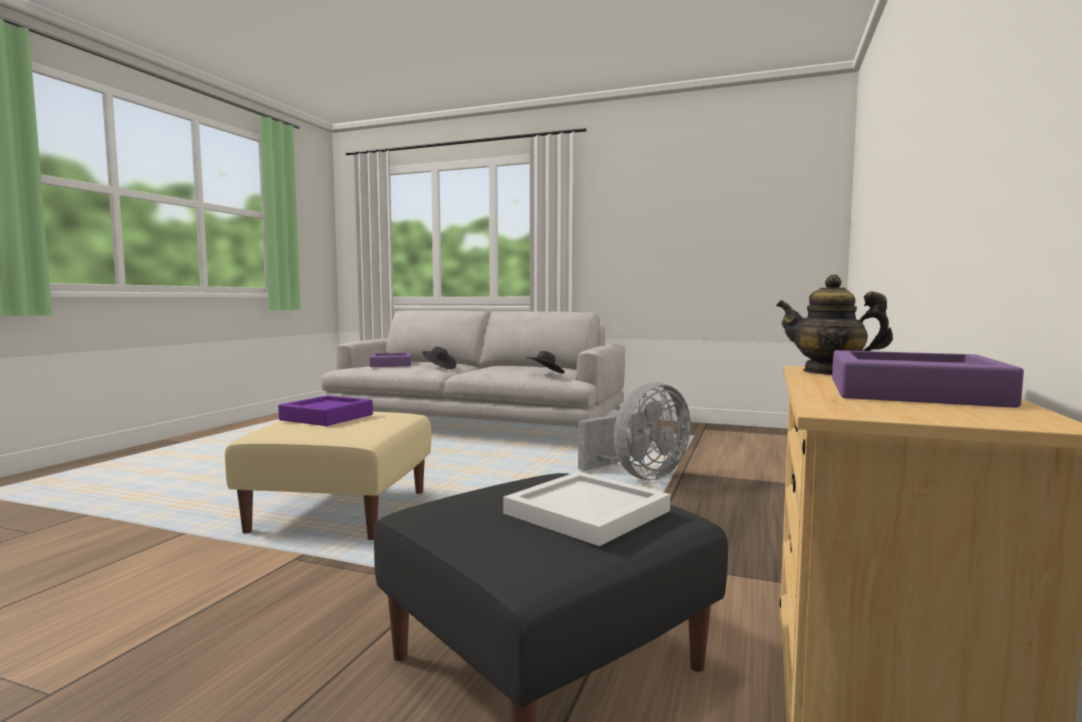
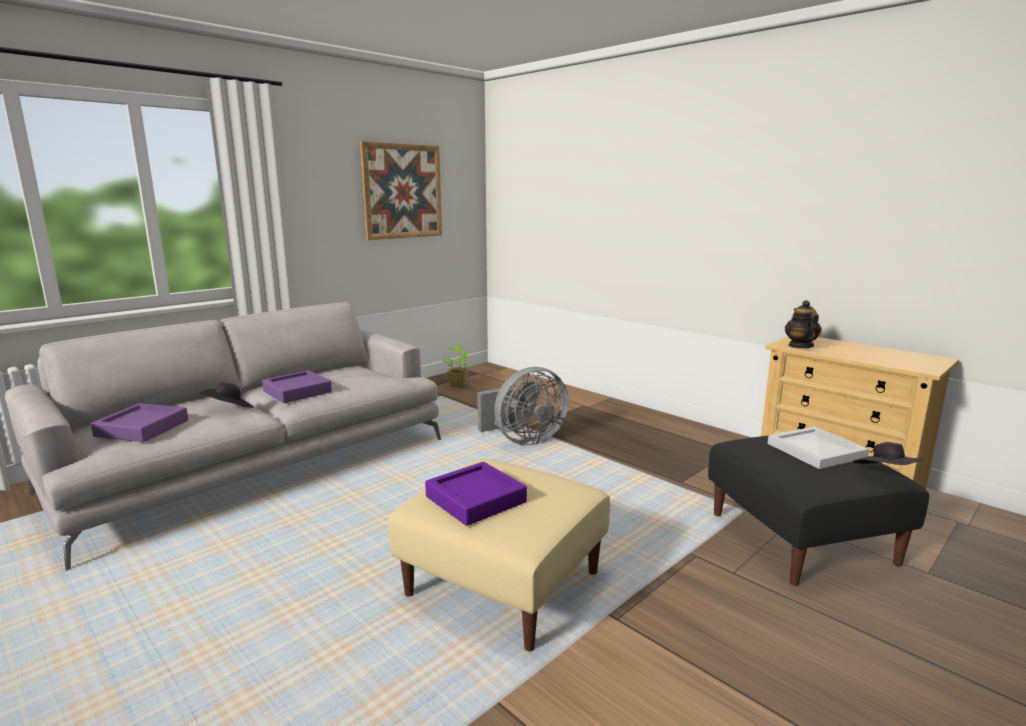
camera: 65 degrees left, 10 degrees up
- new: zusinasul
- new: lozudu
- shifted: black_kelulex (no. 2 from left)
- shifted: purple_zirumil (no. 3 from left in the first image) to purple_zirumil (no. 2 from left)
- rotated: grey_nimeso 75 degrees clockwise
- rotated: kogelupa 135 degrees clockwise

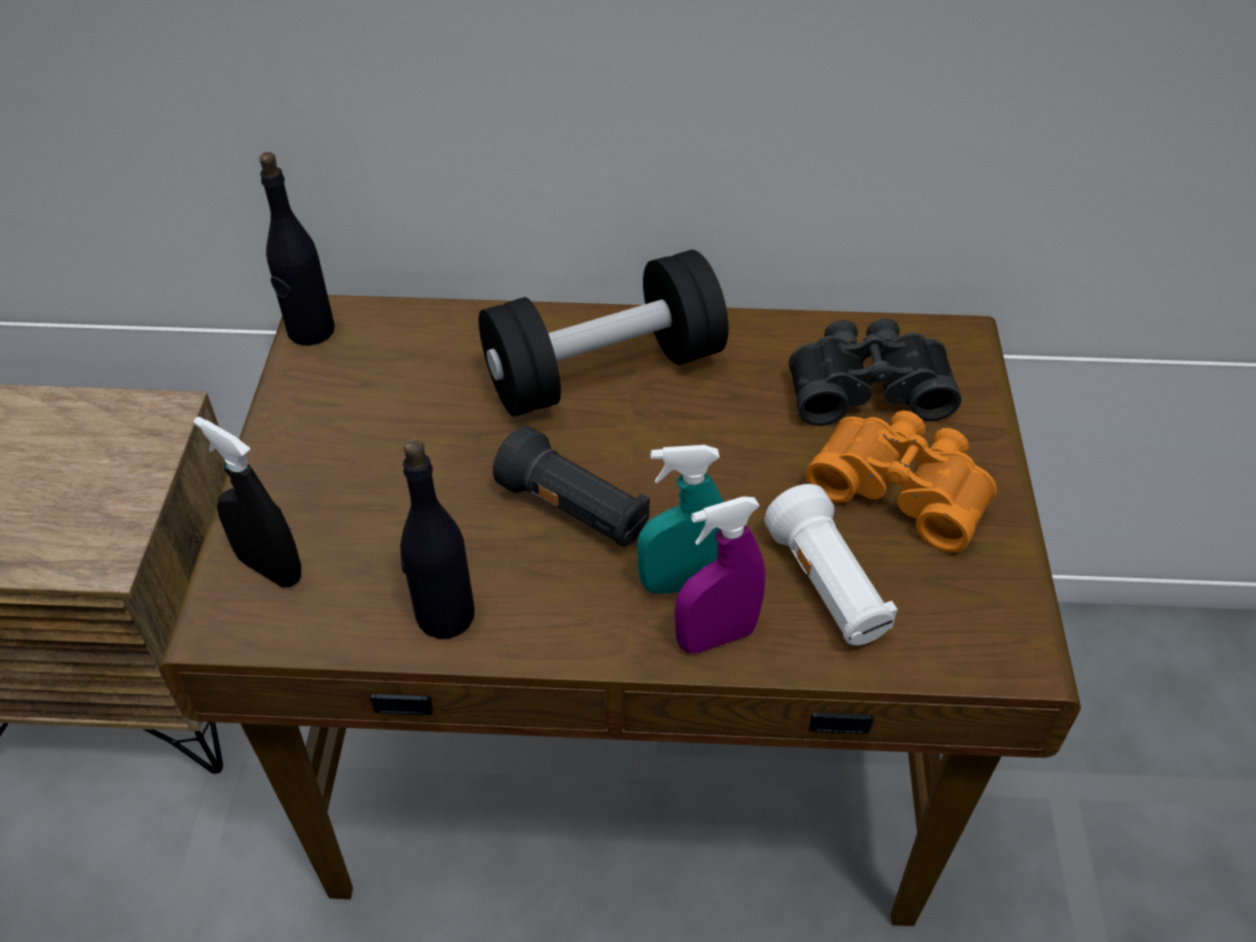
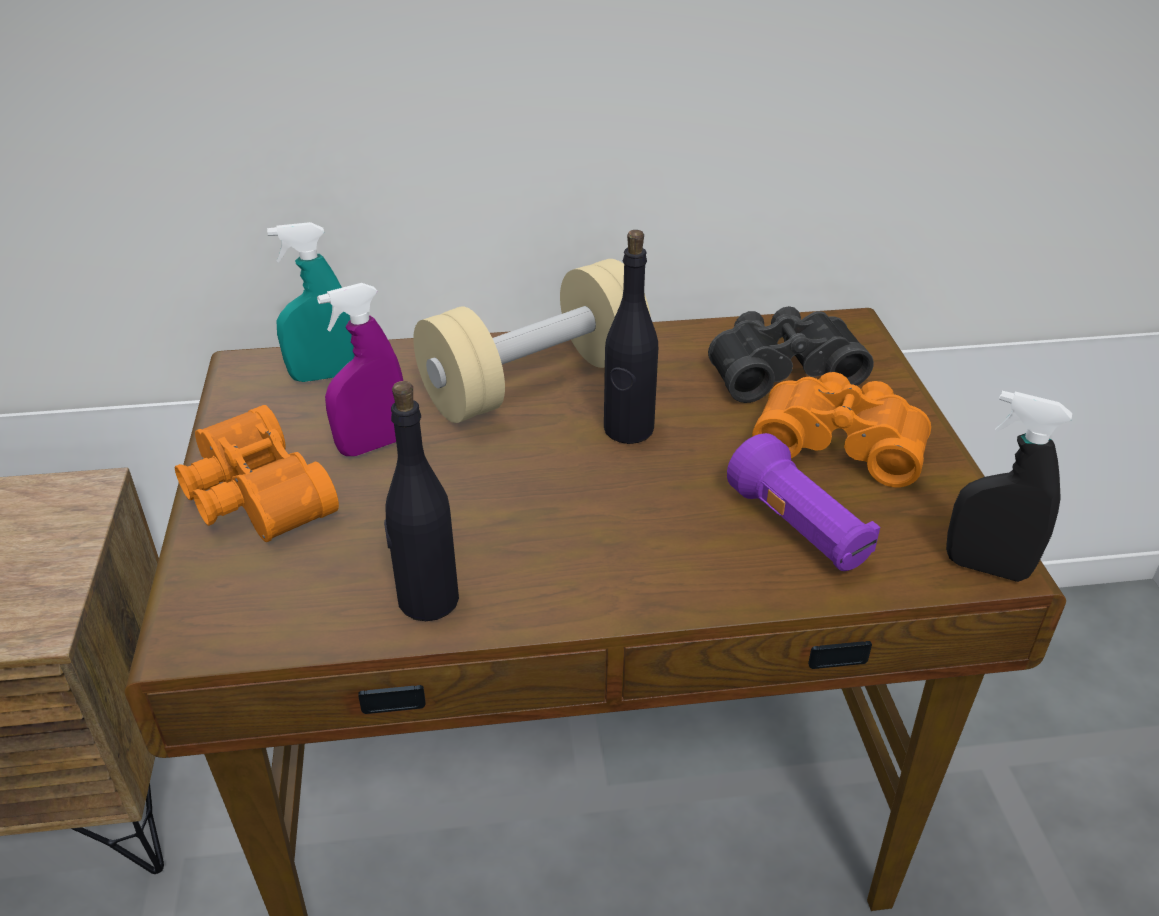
camera: 10 degrees left, 10 degrees down
- gone: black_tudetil
- new: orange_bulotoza (no. 1 from left)
- shifted: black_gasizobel
- shifted: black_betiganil (no. 1 from left in the first image) to black_betiganil (no. 2 from left)
- shifted: turquoise_gasizobel
- shifted: purple_gasizobel
- repainted: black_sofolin to beige_sofolin
- repainted: white_tudetil to purple_tudetil

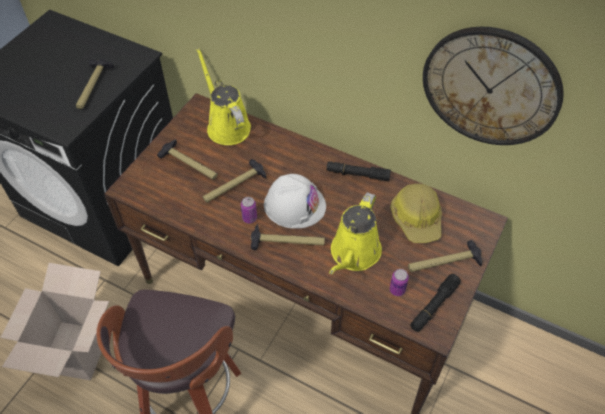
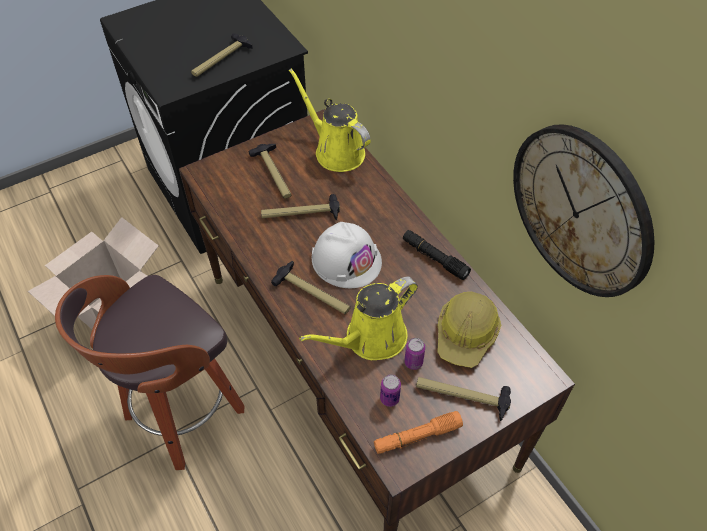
camera: 30 degrees right, 0 degrees up
- shifted: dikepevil (no. 1 from left in the first image) to dikepevil (no. 2 from left)
- repainted: black_tudetil (no. 2 from left) to orange_tudetil
- rotated: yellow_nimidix (no. 1 from left) 45 degrees counterclockwise

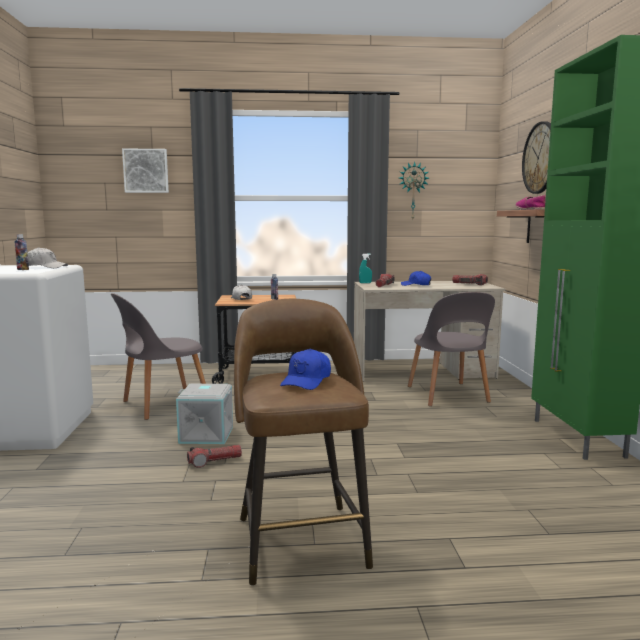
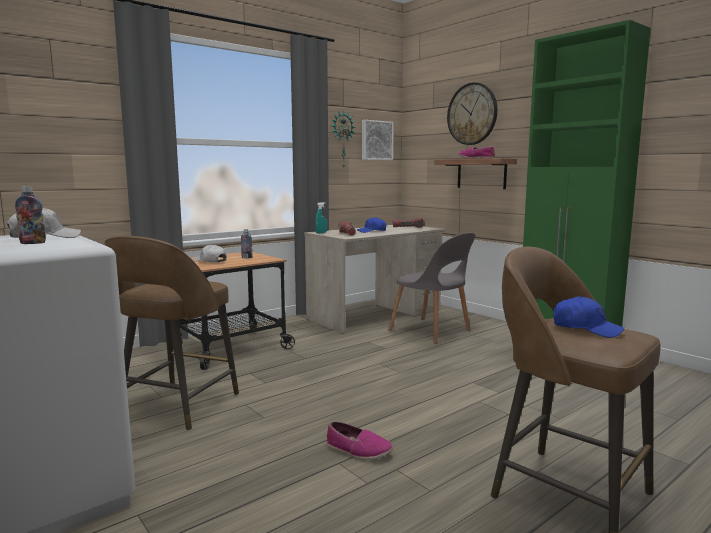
camera: 35 degrees left, 0 degrees up
- gone: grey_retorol
- shifted: zusinasul
- swapped: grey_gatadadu (no. 1 from left) to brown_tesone (no. 1 from left)
- swapped: tudetil (no. 1 from left) to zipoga (no. 1 from left)
- rotated: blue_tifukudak (no. 1 from left in the first image) 45 degrees counterclockwise

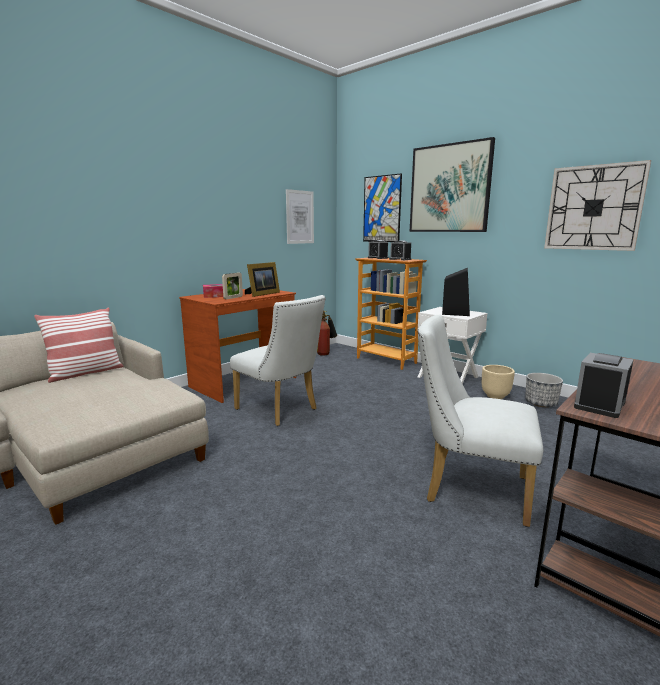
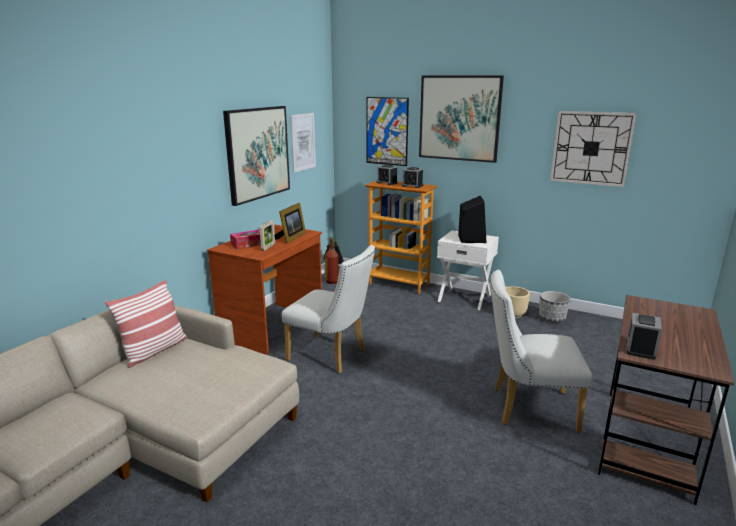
camera: 15 degrees left, 5 degrees up
- new: zusinasul (no. 1 from left)

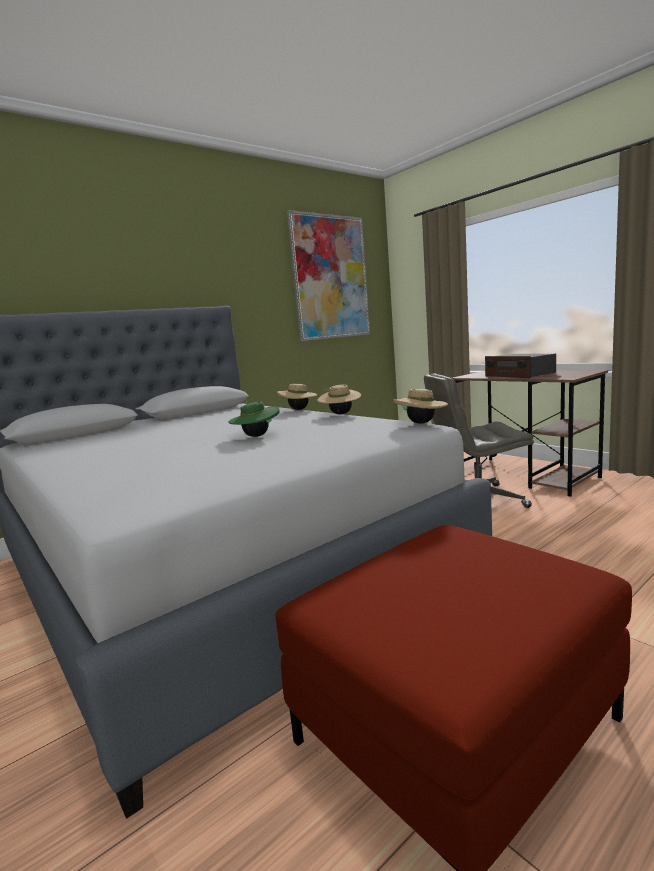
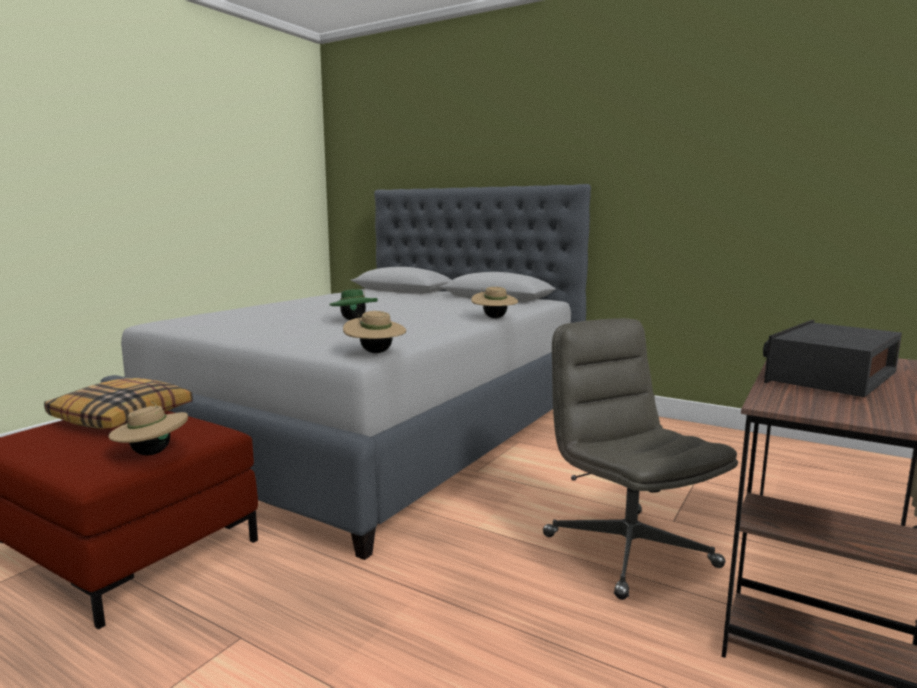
camera: 70 degrees right, 0 degrees up
- gone: zusinasul
- new: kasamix
- shifted: beige_kelulex (no. 2 from left in the first image) to beige_kelulex (no. 1 from left)

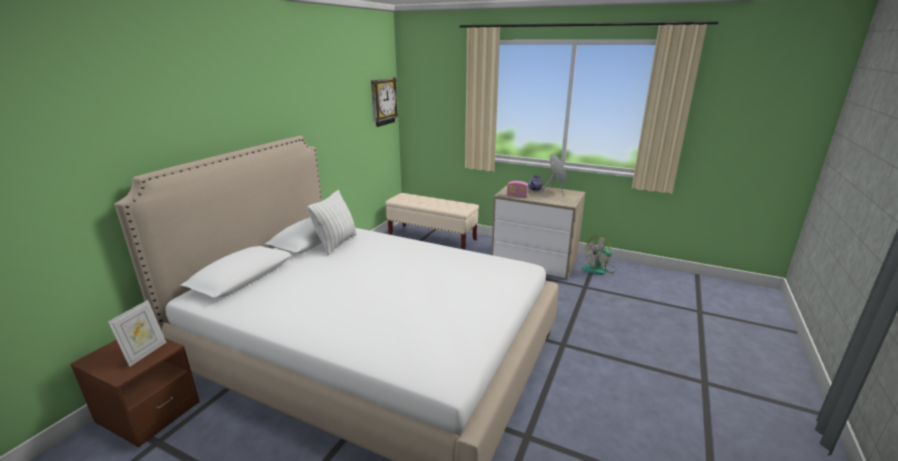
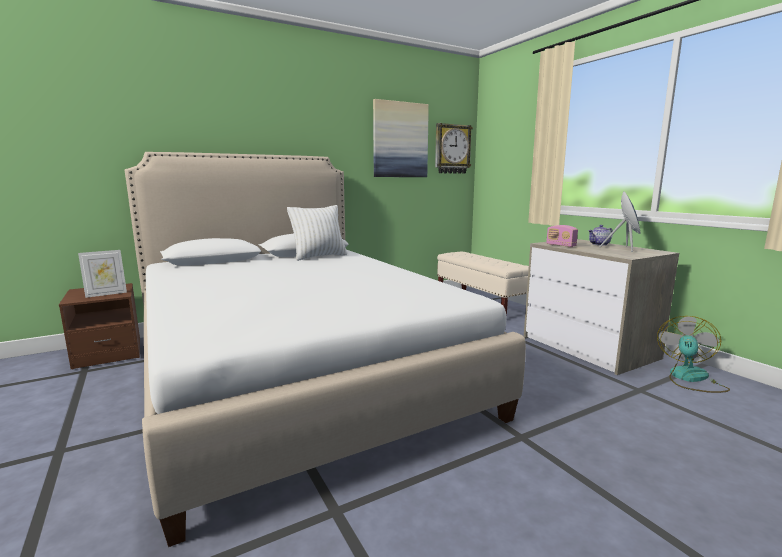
camera: 35 degrees right, 10 degrees down
- new: zusinasul
- rotated: nimeso 105 degrees clockwise

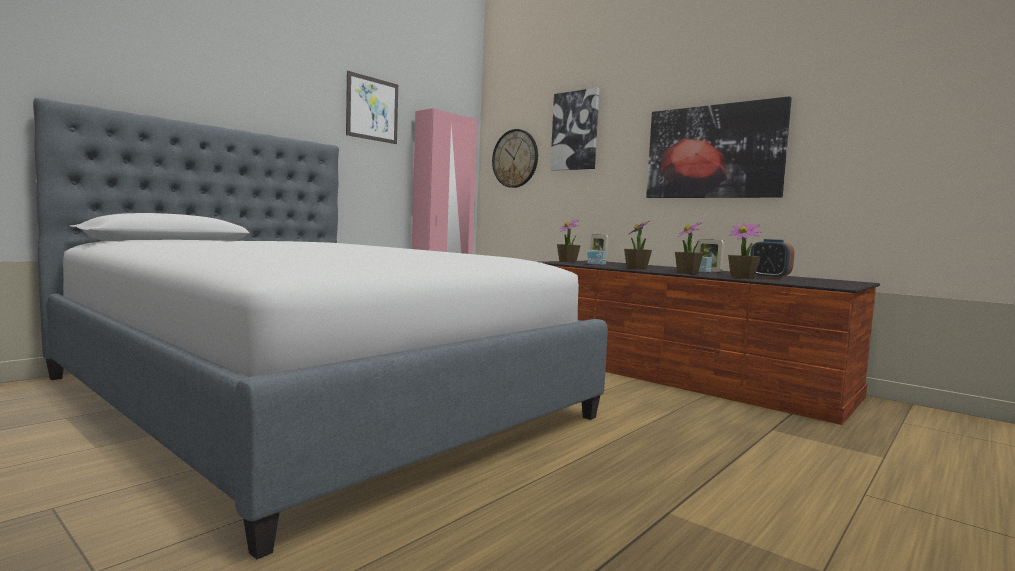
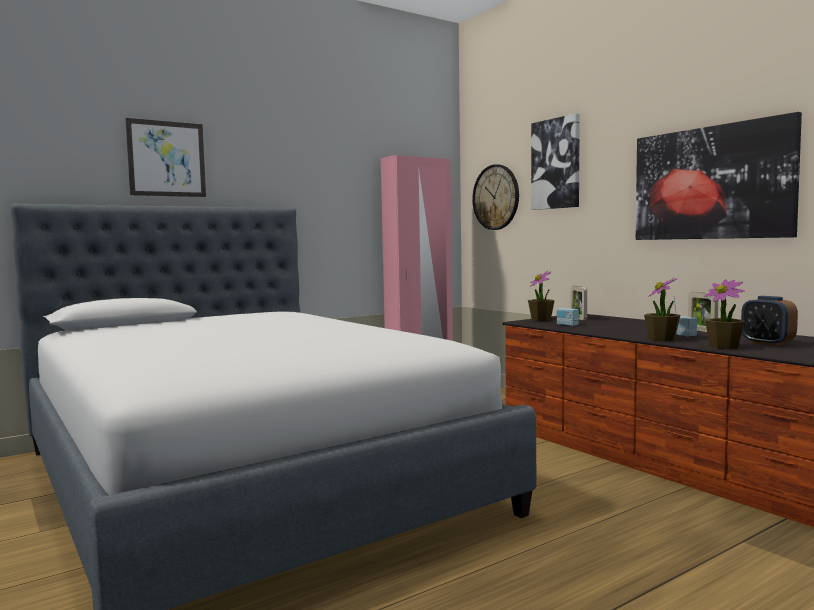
camera: 15 degrees right, 0 degrees up
- gone: lozudu (no. 2 from left)
- shifted: zusinasul (no. 1 from left)

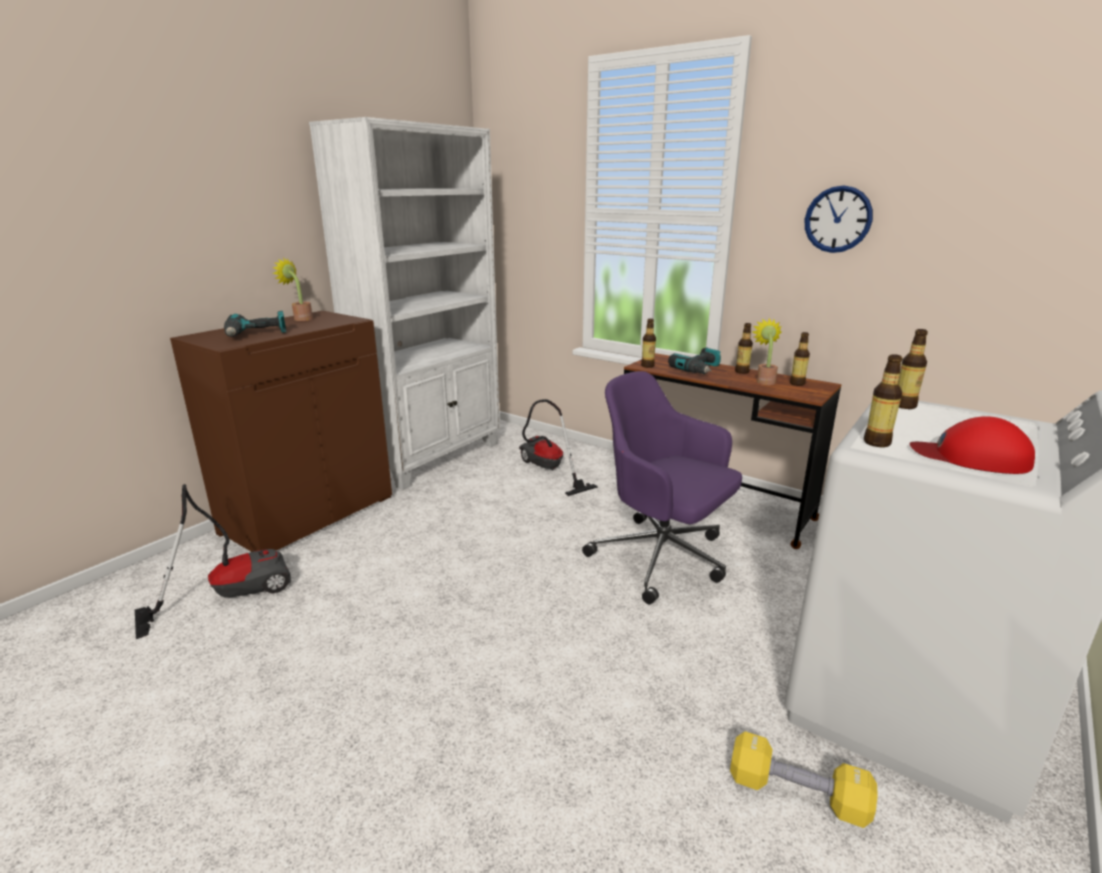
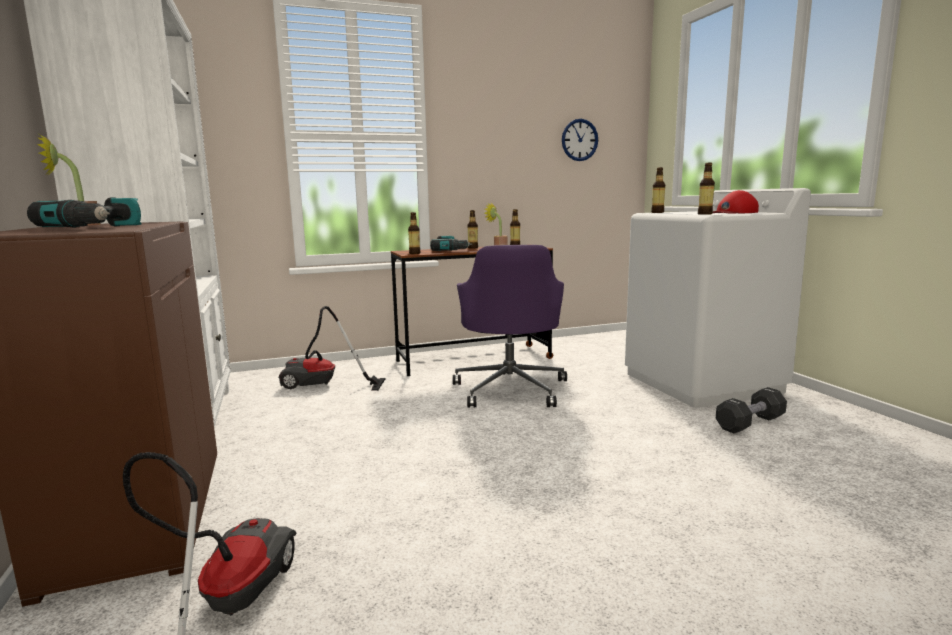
camera: 55 degrees left, 10 degrees down
- shifted: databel
- repainted: yellow_sofolin to black_sofolin
- rotated: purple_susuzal 75 degrees counterclockwise

